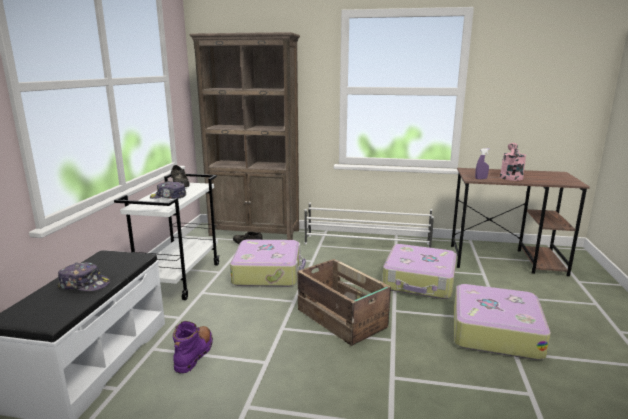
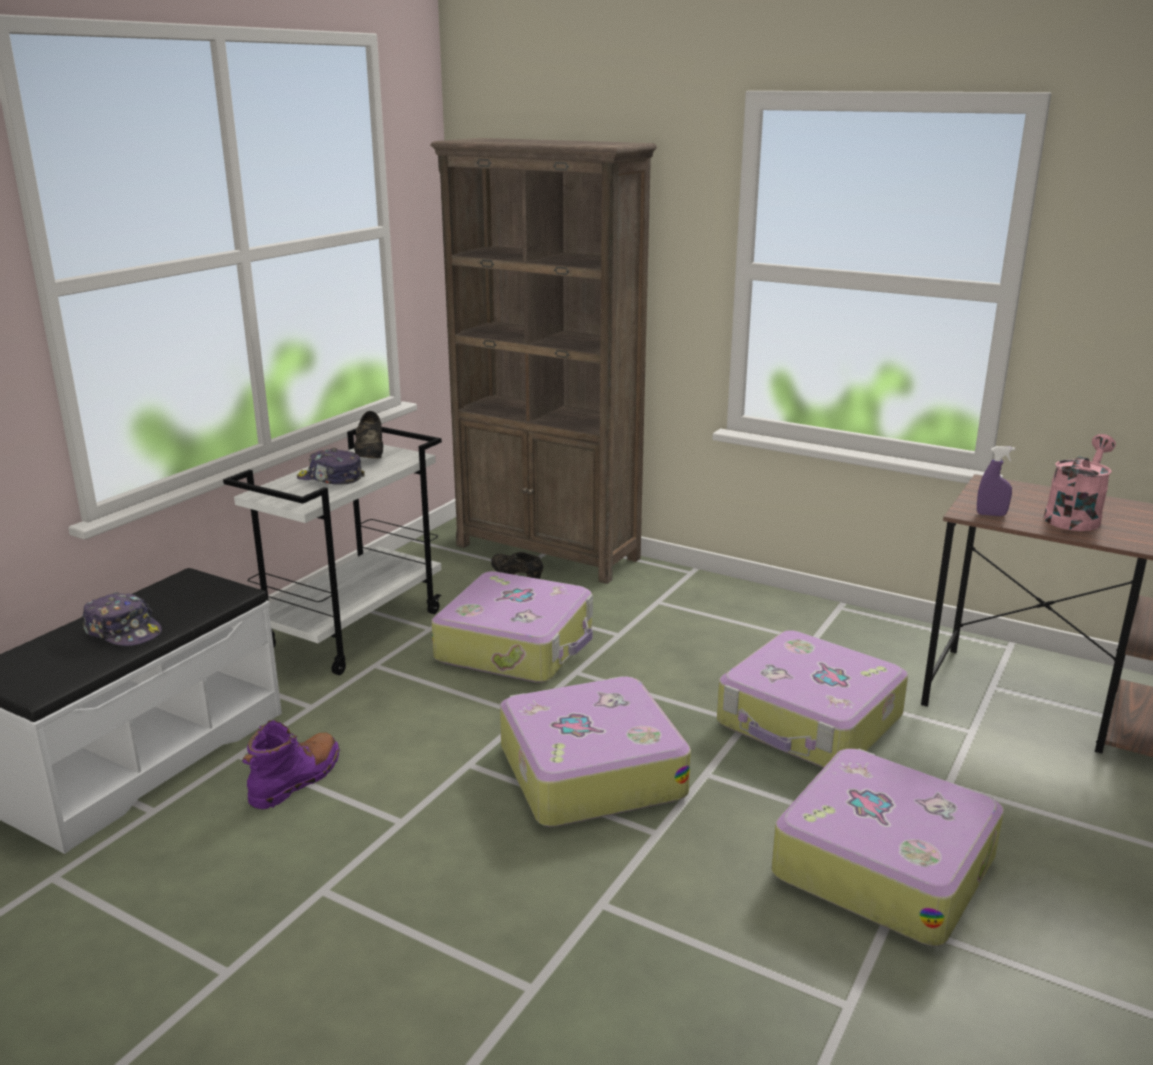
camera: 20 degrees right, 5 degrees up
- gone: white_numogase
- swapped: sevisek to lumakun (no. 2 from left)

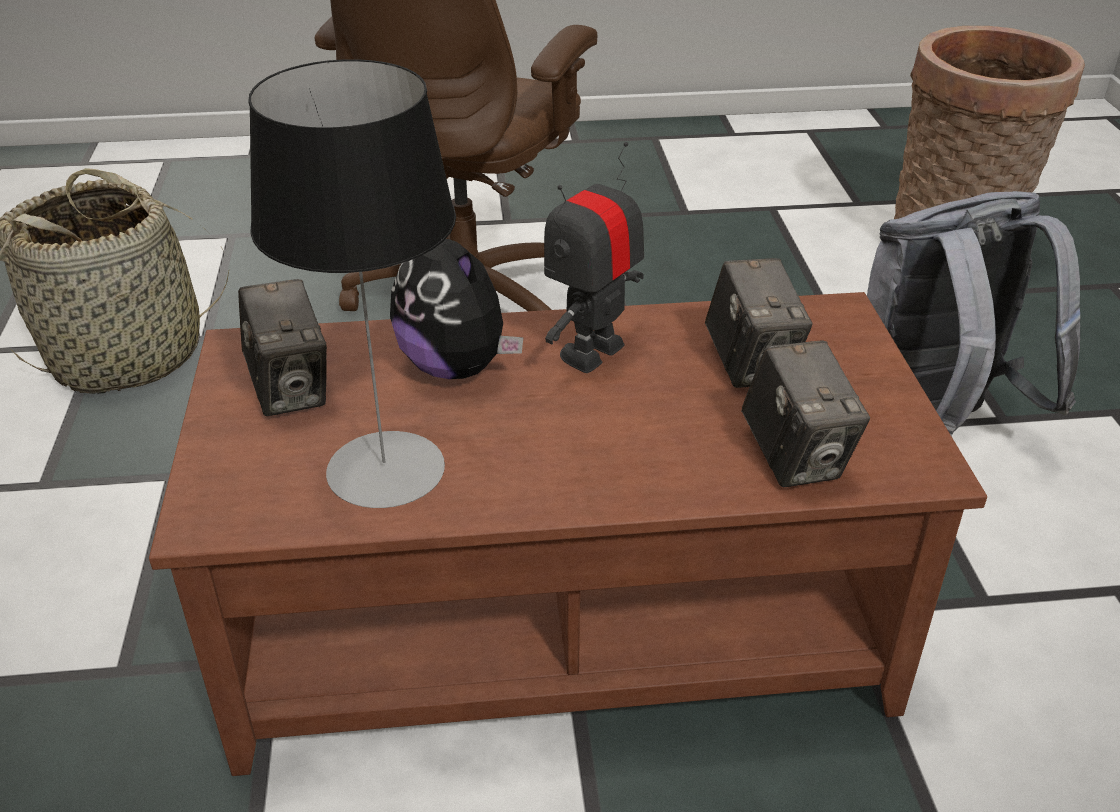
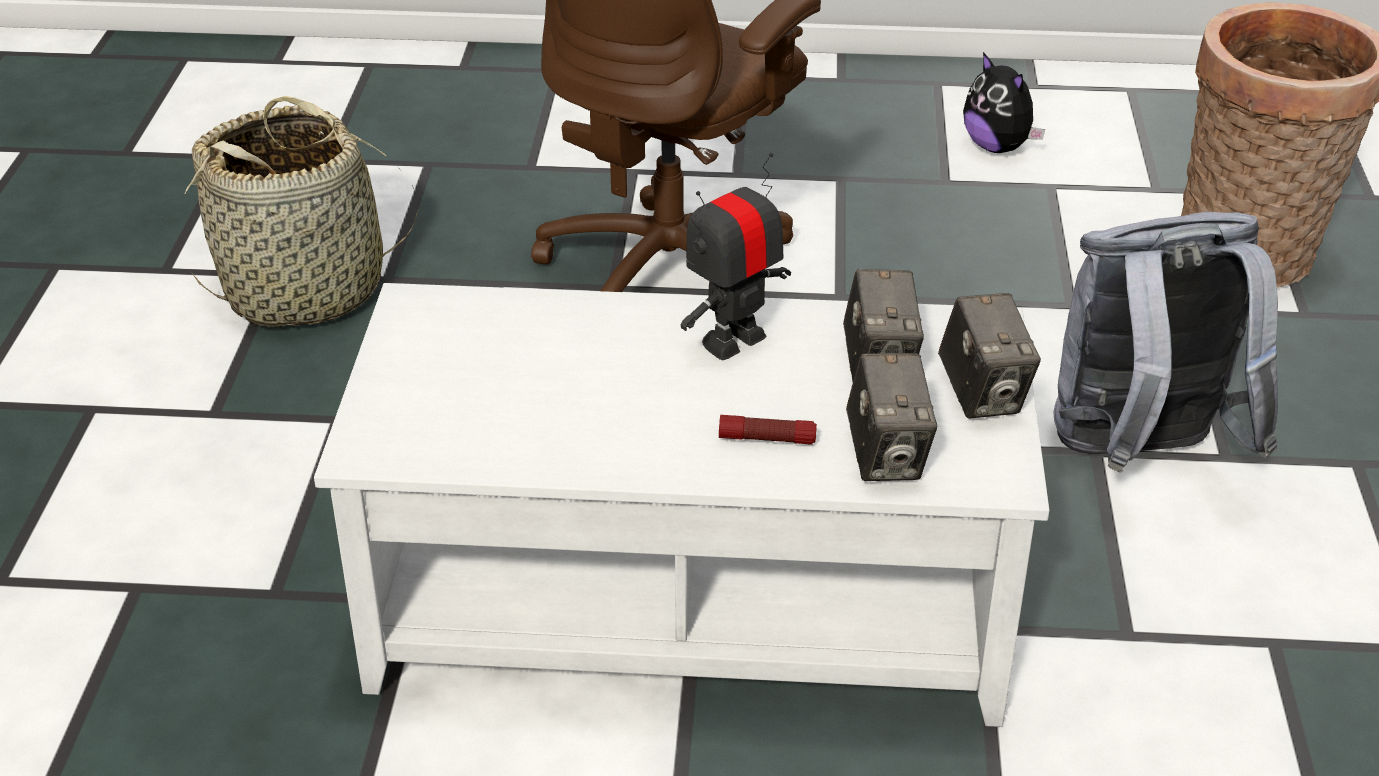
camera: 10 degrees right, 0 degrees up
- gone: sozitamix
- new: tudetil
- shifted: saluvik (no. 1 from left in the first image) to saluvik (no. 3 from left)
- shifted: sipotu
- repainted: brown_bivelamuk to white_bivelamuk

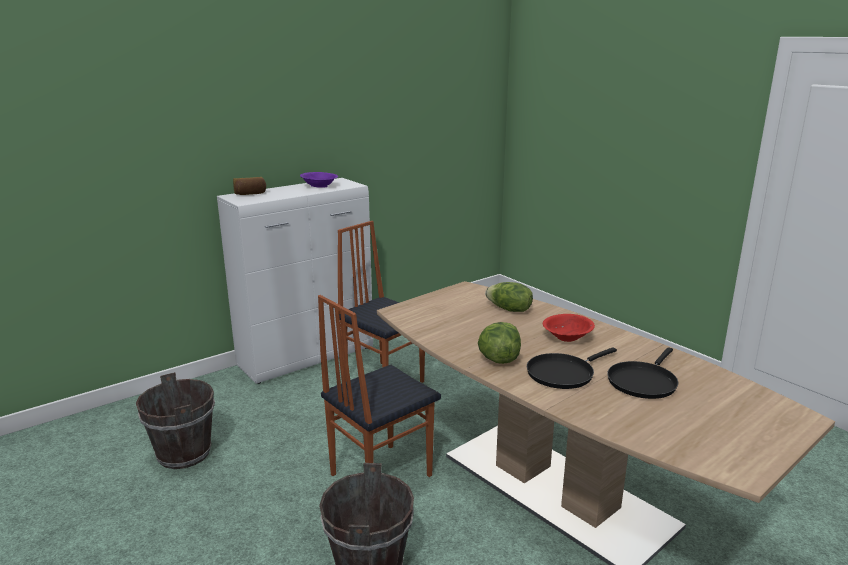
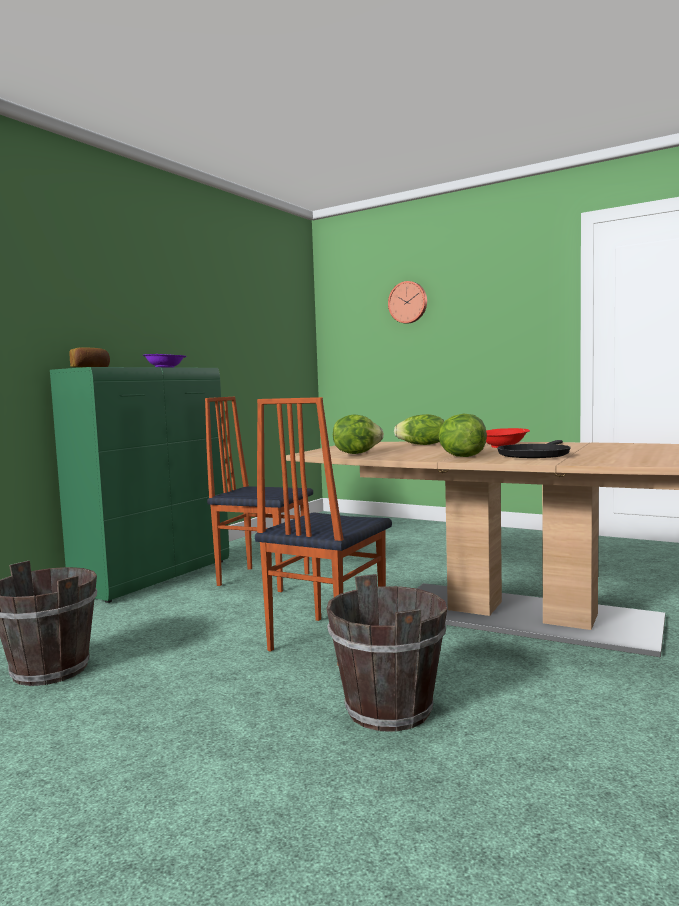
camera: 20 degrees left, 15 degrees down
- gone: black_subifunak (no. 2 from left)
- new: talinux (no. 1 from left)
- new: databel
- repainted: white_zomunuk to green_zomunuk

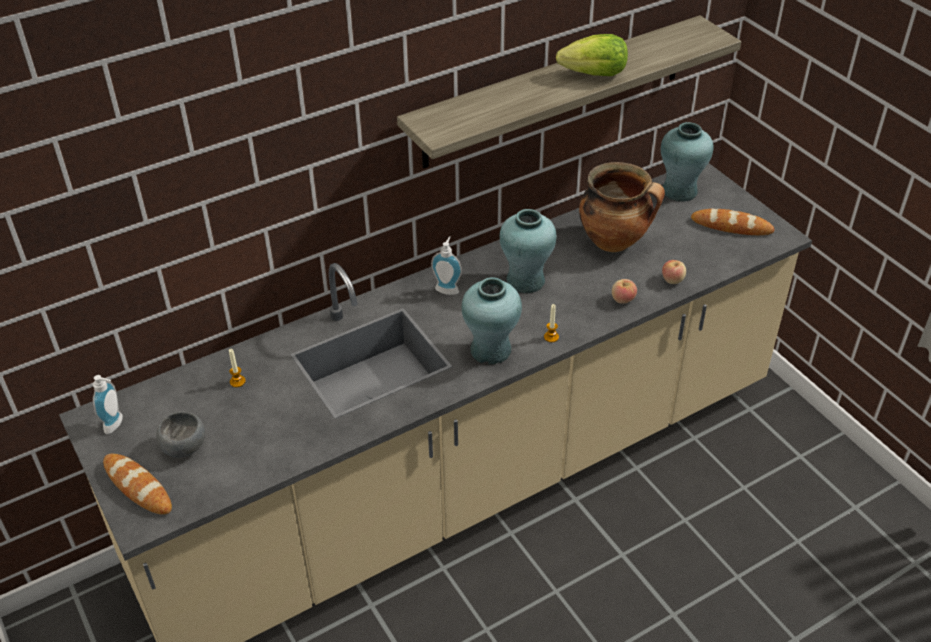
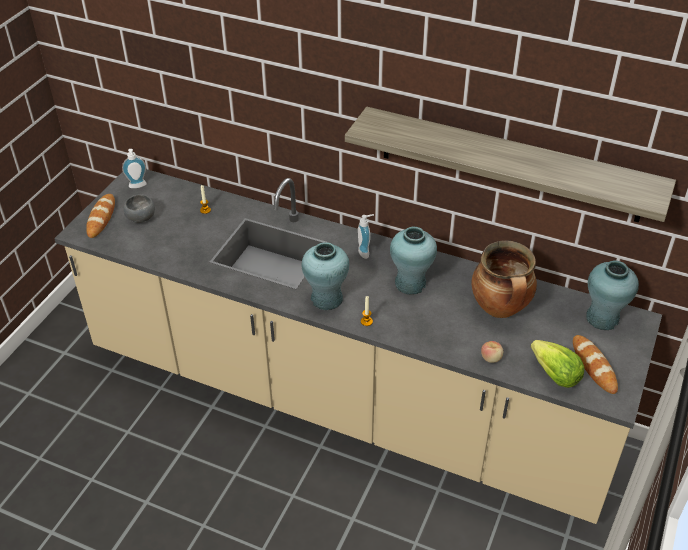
camera: 55 degrees right, 0 degrees up
- gone: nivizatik (no. 1 from left)
- shifted: talinux

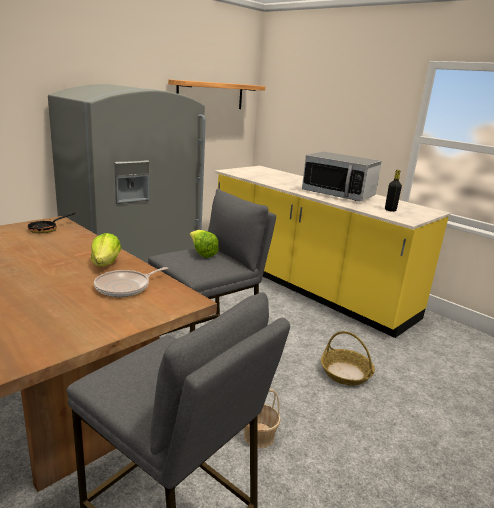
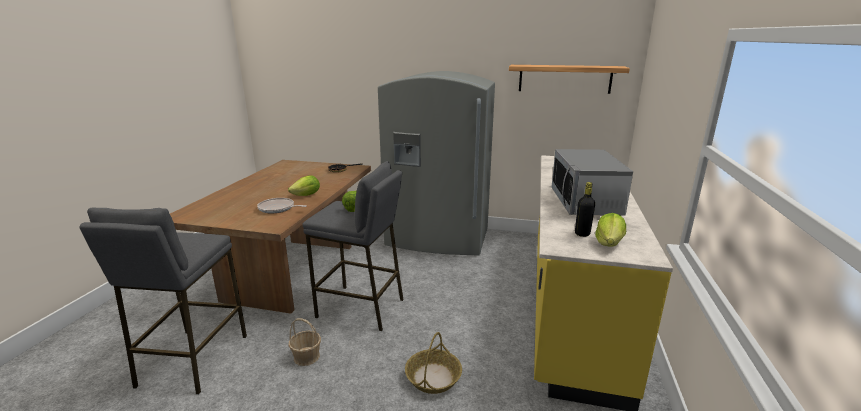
camera: 60 degrees right, 0 degrees up
- new: talinux (no. 3 from left)

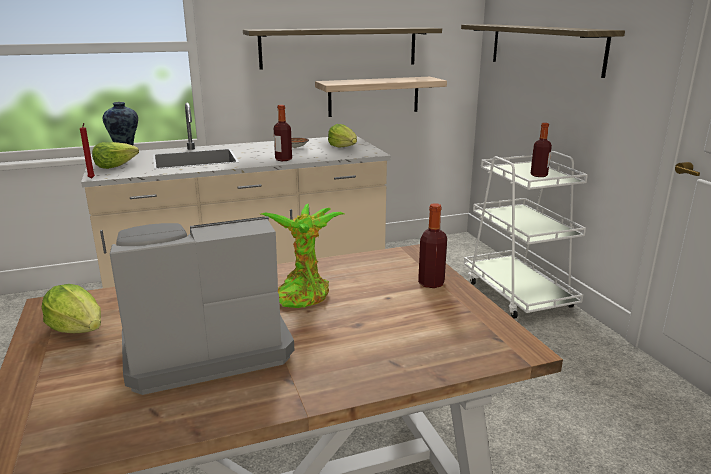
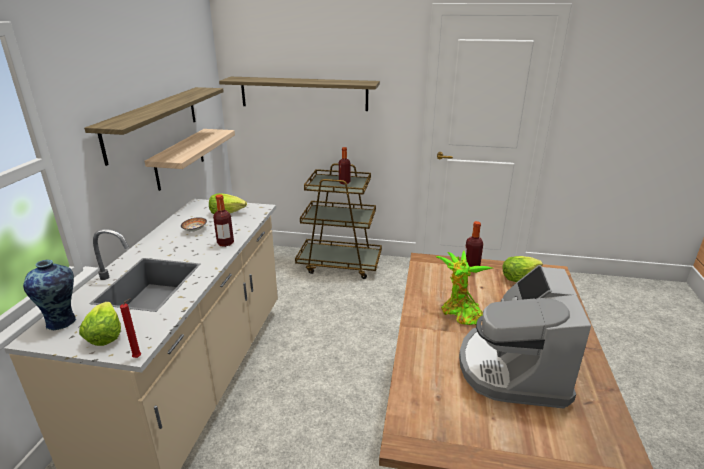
camera: 60 degrees left, 5 degrees up
- shifted: talinux (no. 1 from left in the first image) to talinux (no. 3 from left)
- repainted: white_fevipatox to brown_fevipatox

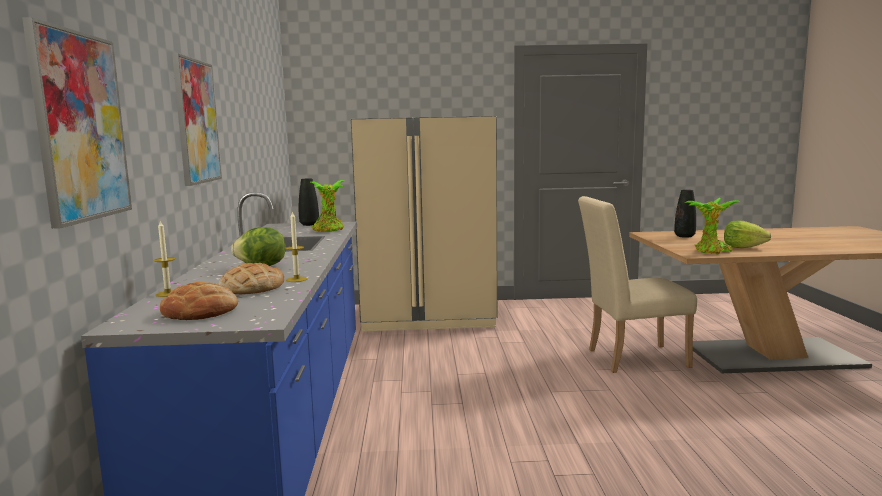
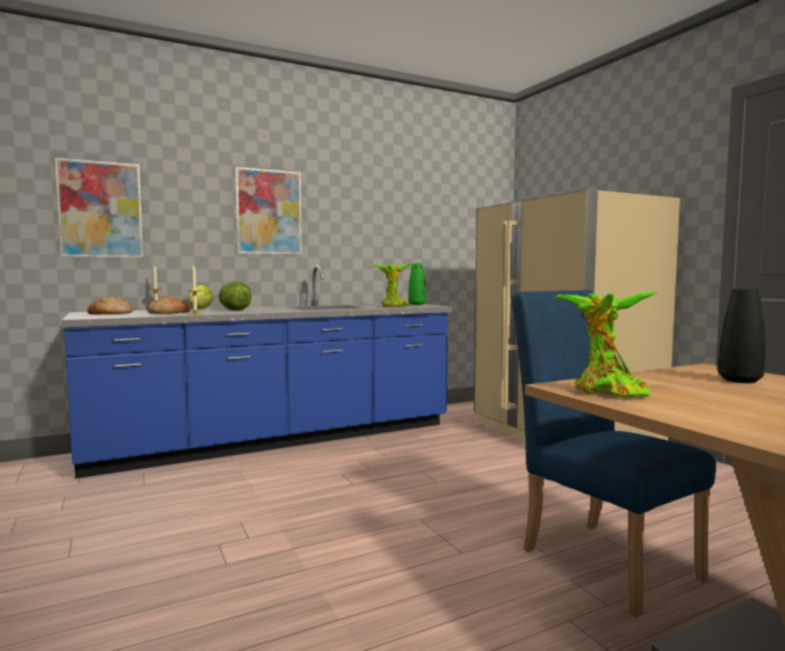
camera: 65 degrees right, 5 degrees down
- shifted: talinux (no. 2 from left in the first image) to talinux (no. 1 from left)
- repainted: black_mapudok (no. 1 from left) to green_mapudok
- repainted: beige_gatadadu to blue_gatadadu

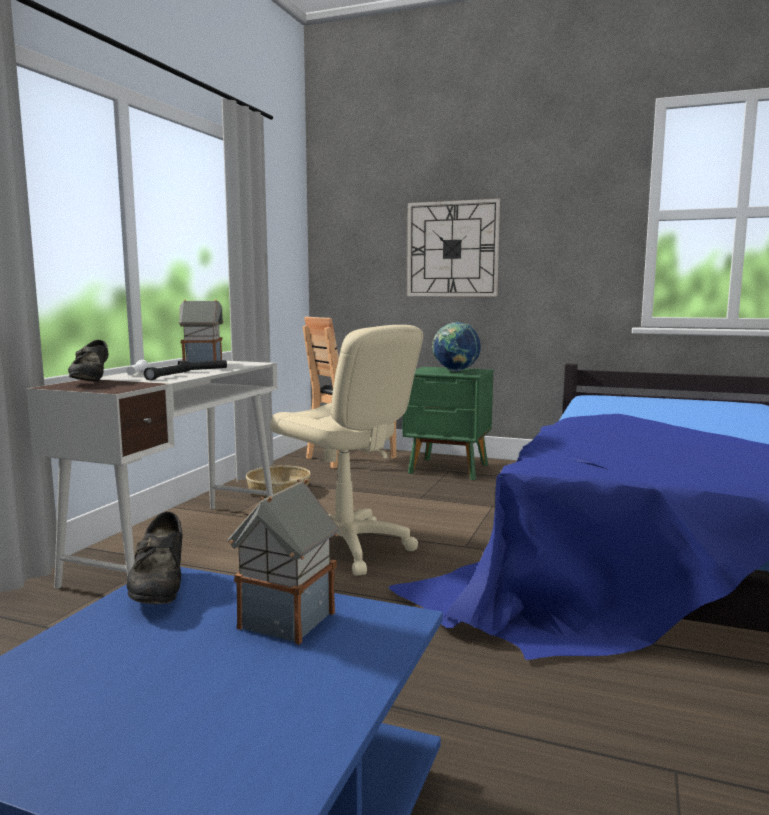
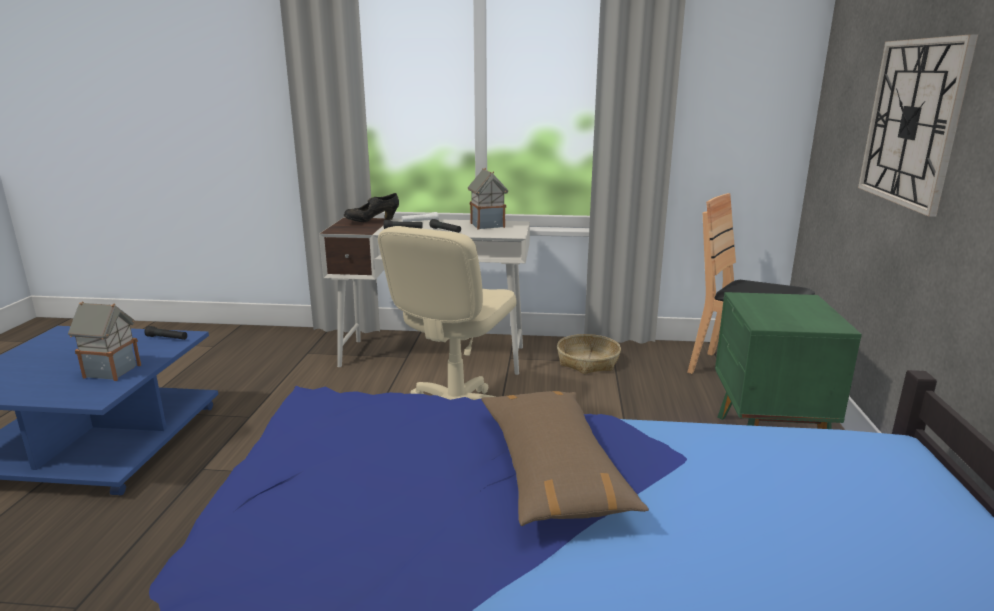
camera: 75 degrees right, 10 degrees up
- gone: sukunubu
- new: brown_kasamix
- swapped: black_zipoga (no. 2 from left) to black_tudetil (no. 1 from left)

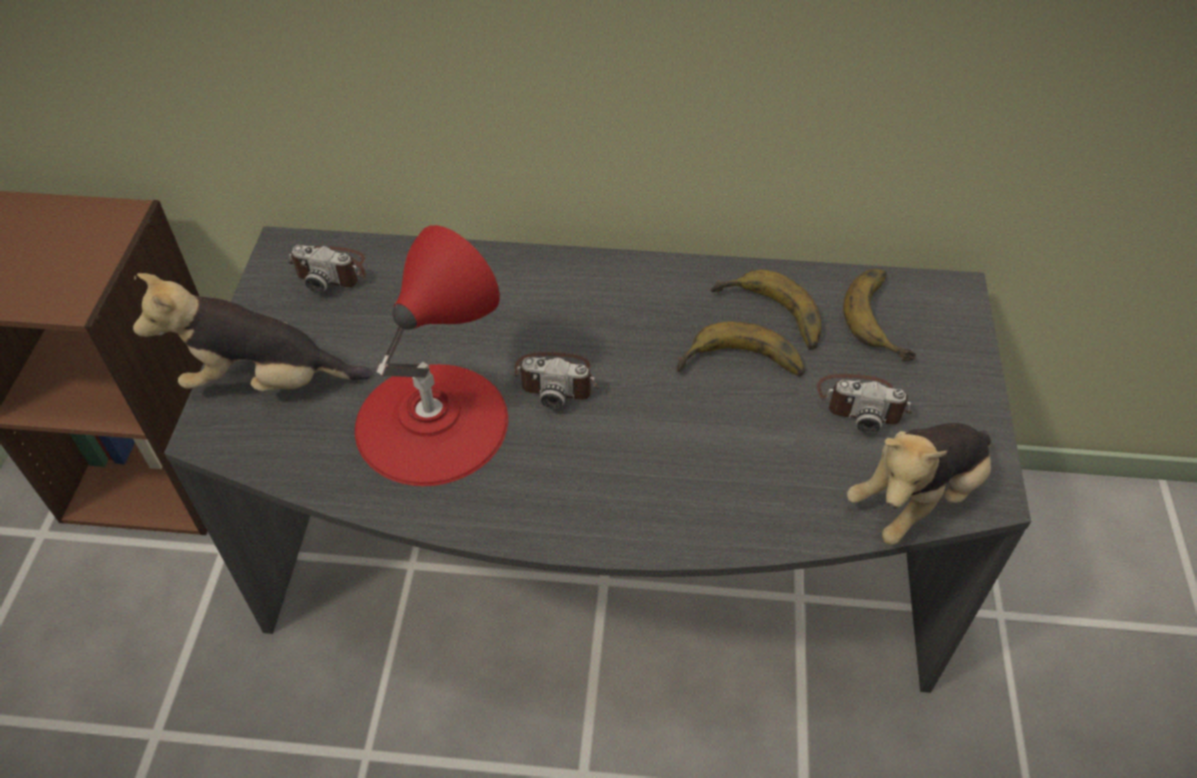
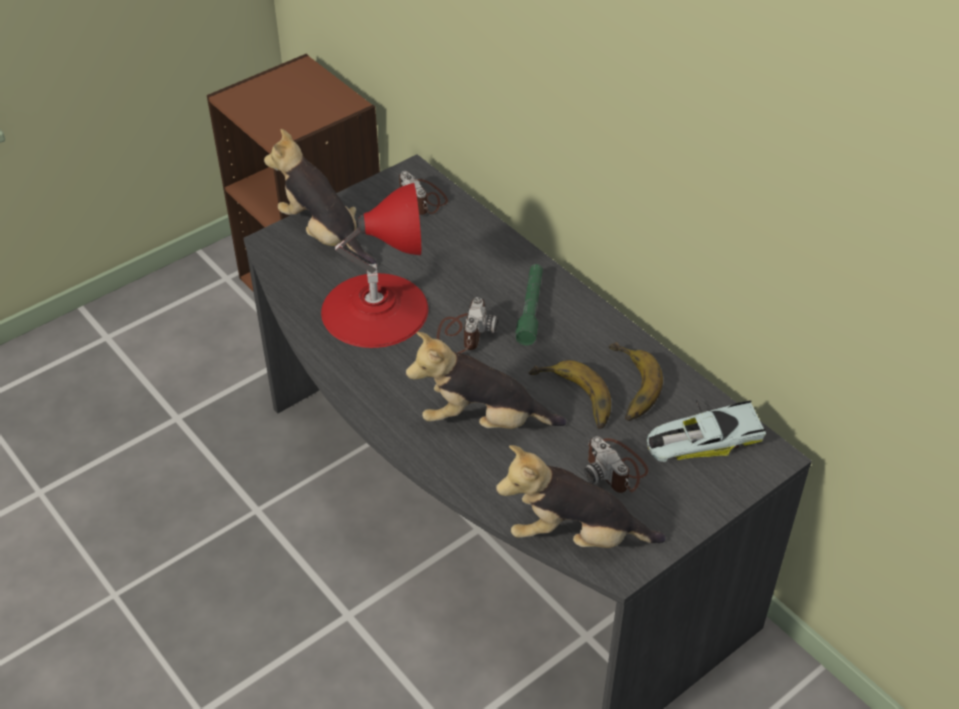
camera: 45 degrees right, 5 degrees down
- new: sipotu (no. 2 from left)
- new: green_tudetil
- swapped: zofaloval (no. 3 from left) to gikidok
- rotated: saluvik (no. 2 from left) 135 degrees counterclockwise

